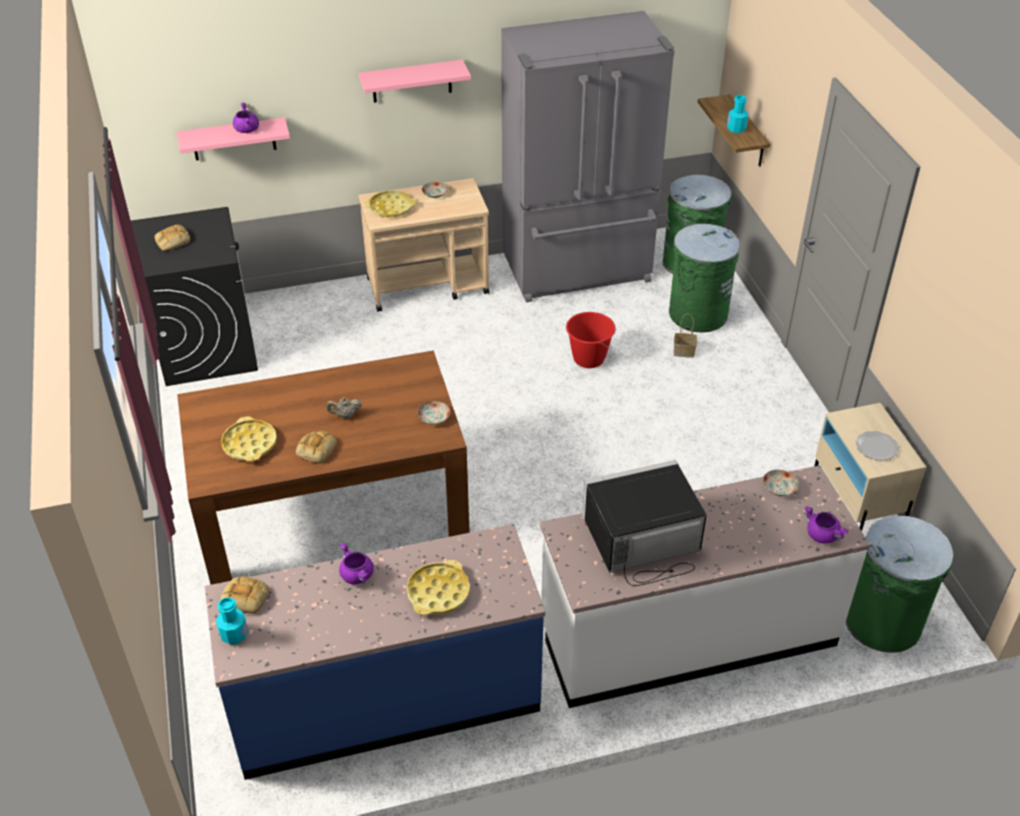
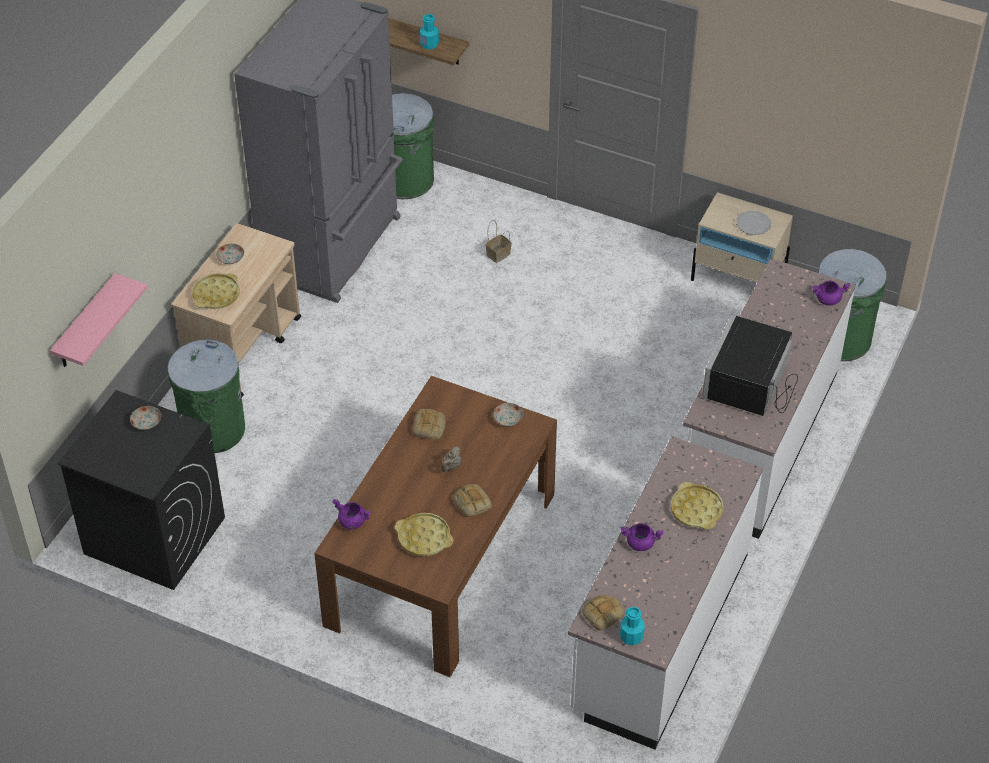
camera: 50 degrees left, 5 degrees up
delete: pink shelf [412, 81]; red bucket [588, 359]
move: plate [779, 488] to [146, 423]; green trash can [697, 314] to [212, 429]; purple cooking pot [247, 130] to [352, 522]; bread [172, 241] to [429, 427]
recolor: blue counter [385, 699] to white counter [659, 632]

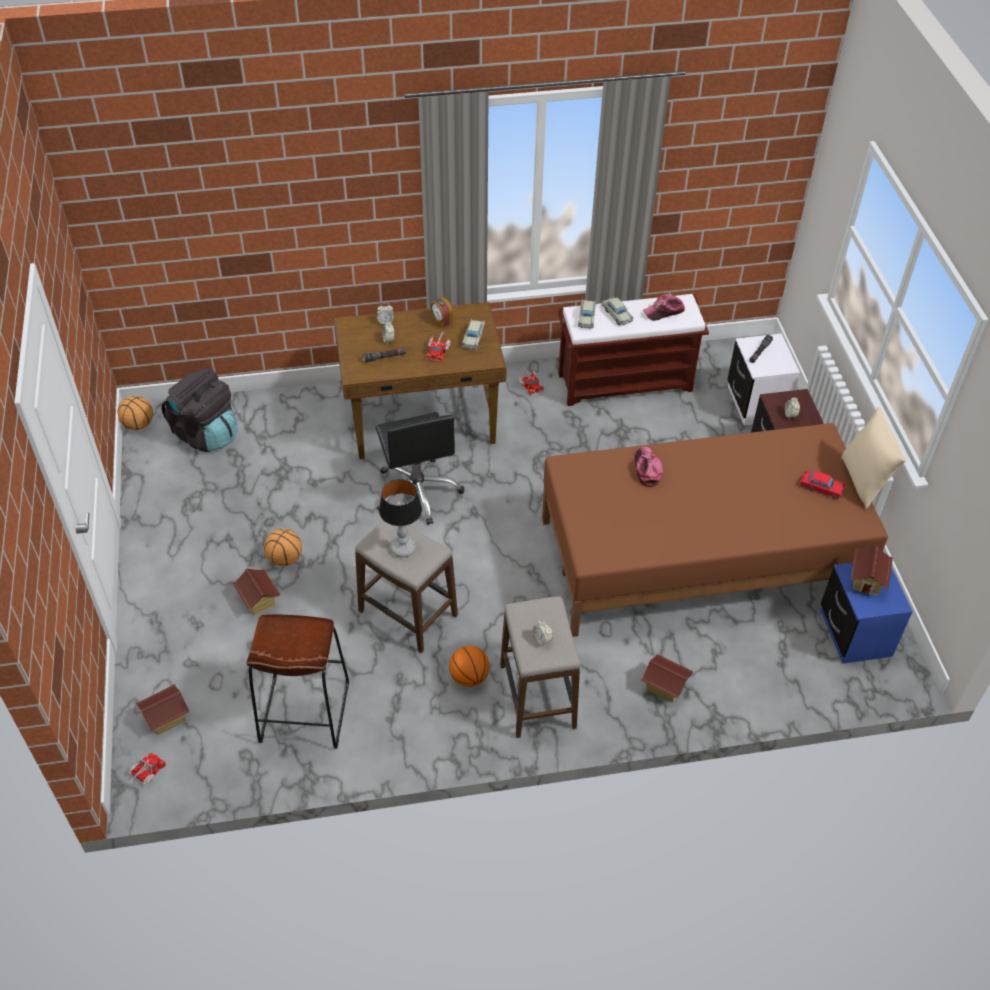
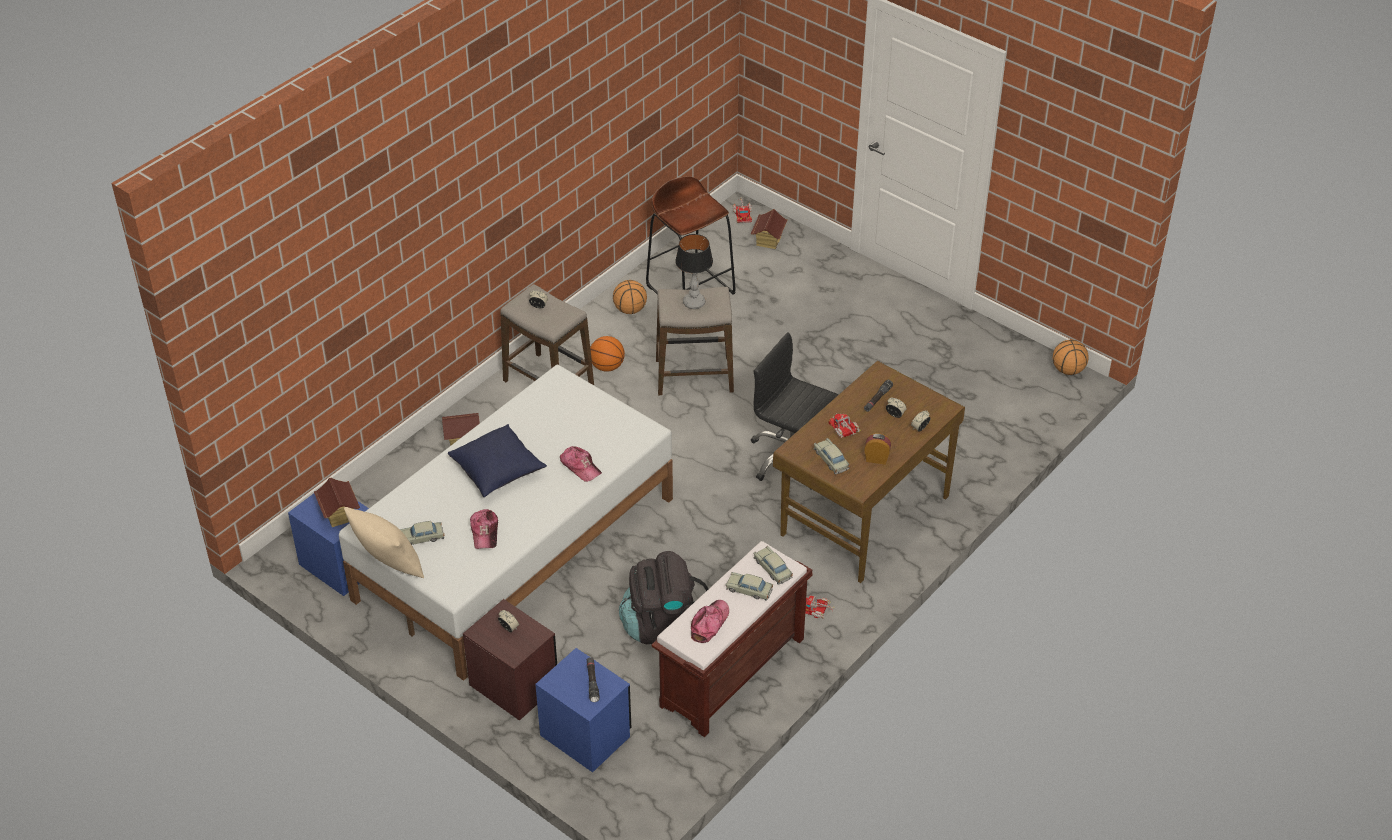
camera: 140 degrees right, 5 degrees down
delete: toy house [258, 601]
insert: blue pillow [498, 471]; cap [485, 532]
move: basketball [284, 559] to [630, 309]; black backpack [206, 434] to [663, 626]
recolor: brown bed [701, 557] to white bed [513, 548]; red toy car [821, 488] to beige toy car [422, 538]; white nightstand [756, 403] to blue nightstand [585, 735]

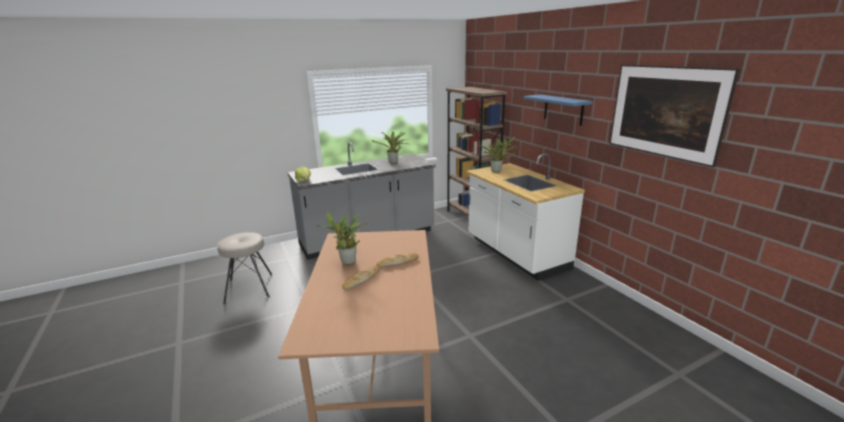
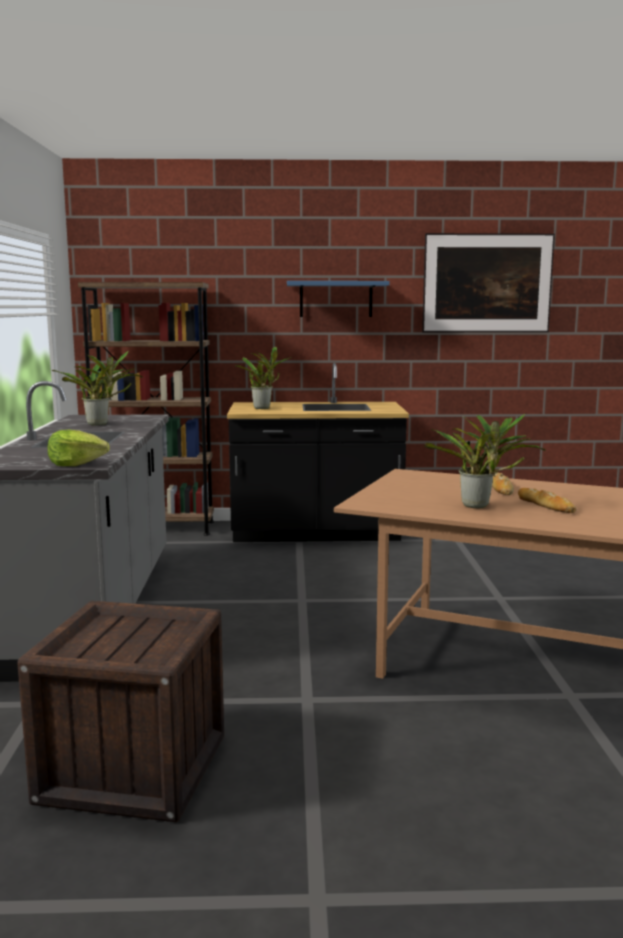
camera: 65 degrees left, 10 degrees down
replace: beige stool [249, 288] to crate [133, 768]
recolor: white counter [515, 253] to black counter [316, 533]

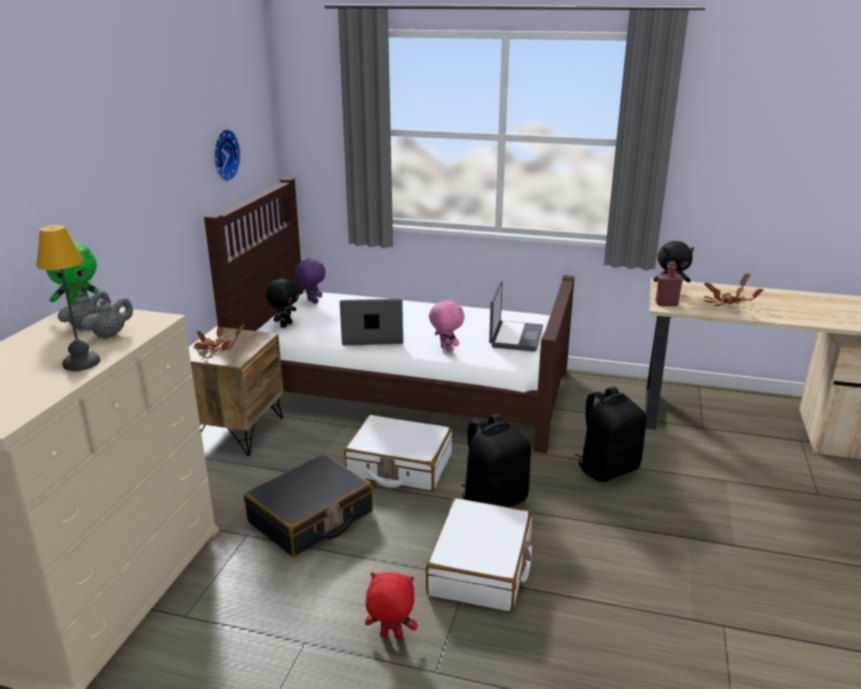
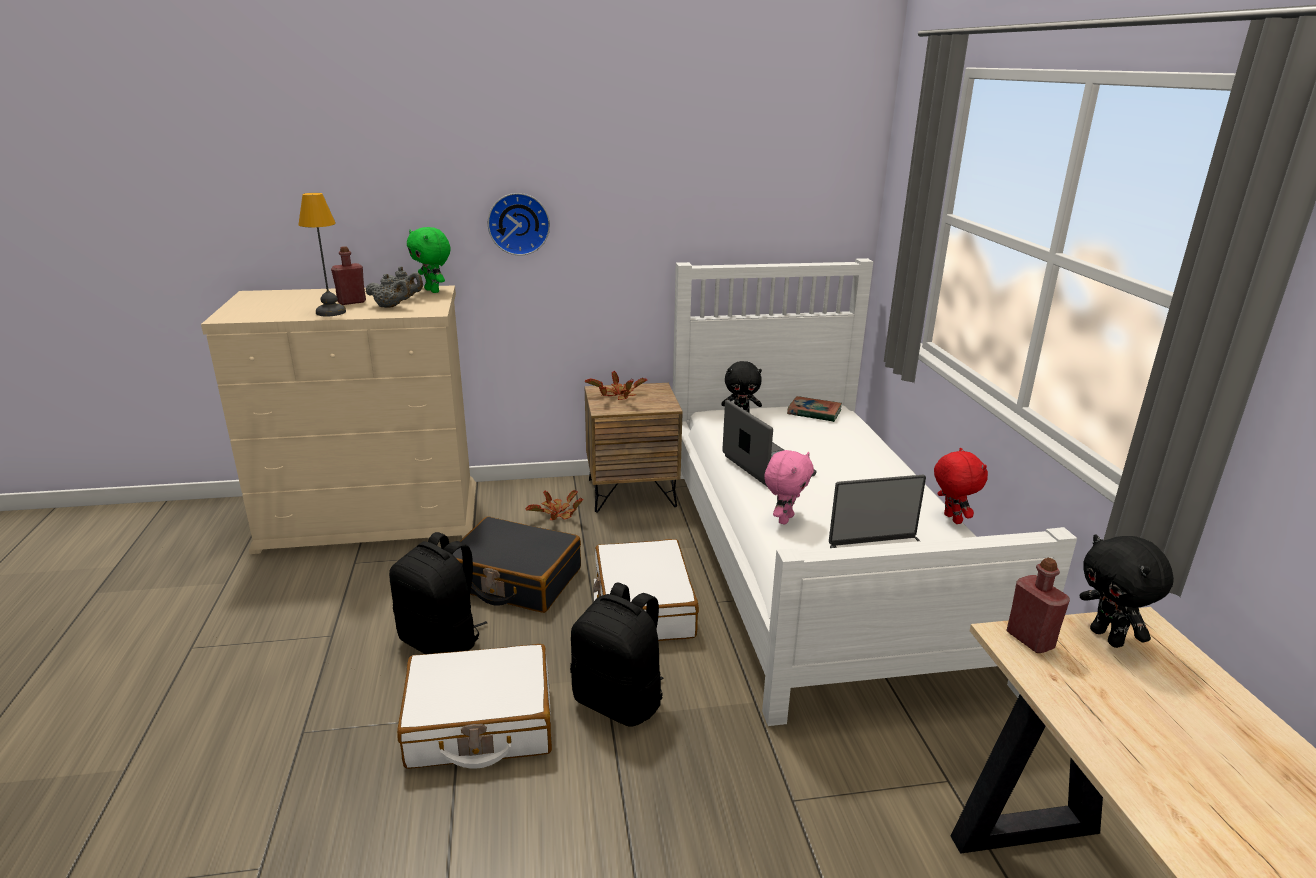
camera: 65 degrees right, 0 degrees up
insert: red bottle [351, 302]
move: black backpack [608, 468] to [442, 641]; wall clock [223, 155] to [518, 223]; potted plant [725, 303] to [557, 515]; red plush toy [391, 637] to [951, 519]
replace: purple plush toy [312, 302] to book [814, 412]
recolor: brown bed [403, 388] to white bed [814, 560]

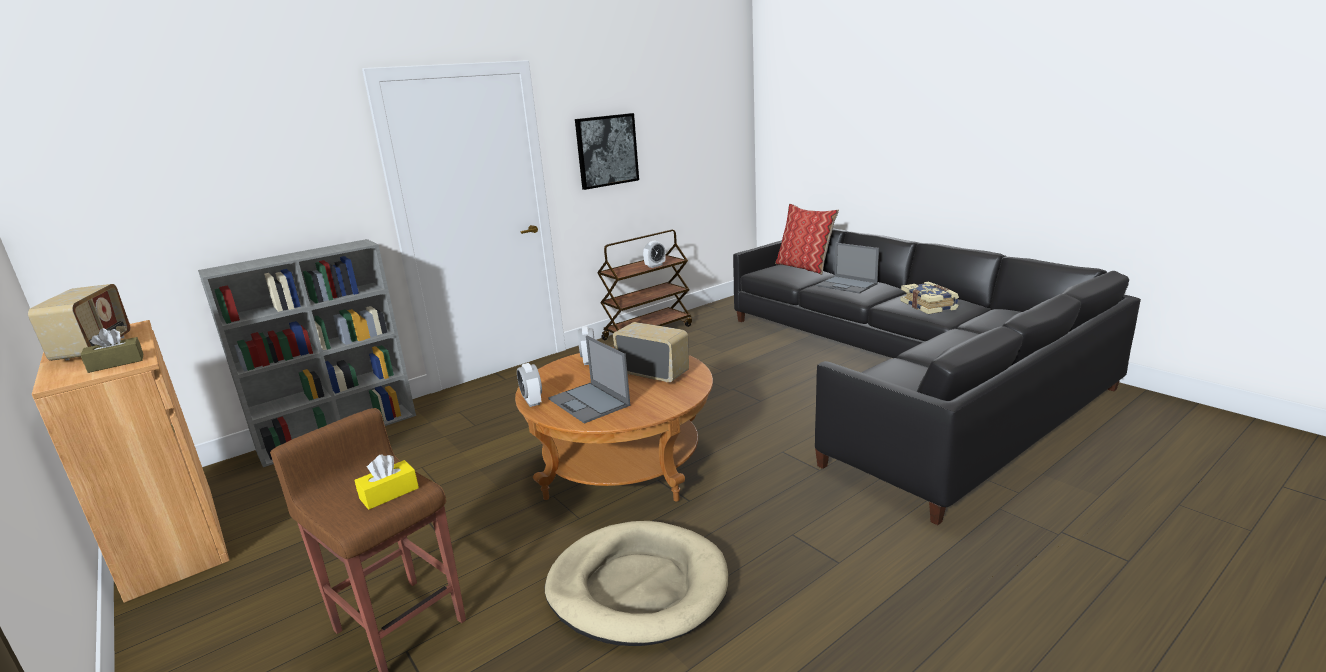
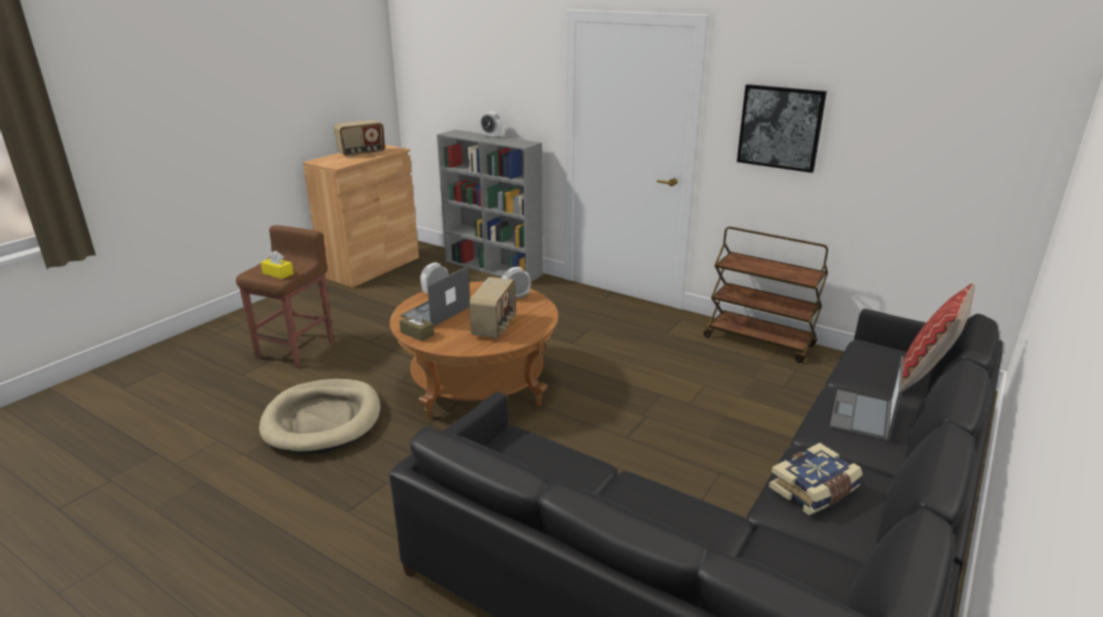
camera: 70 degrees right, 5 degrees up
move: brown tissue box [116, 363] to [417, 334]; alarm clock [655, 266] to [491, 137]

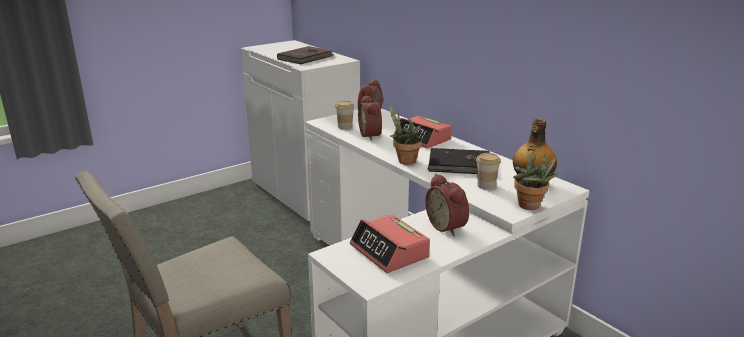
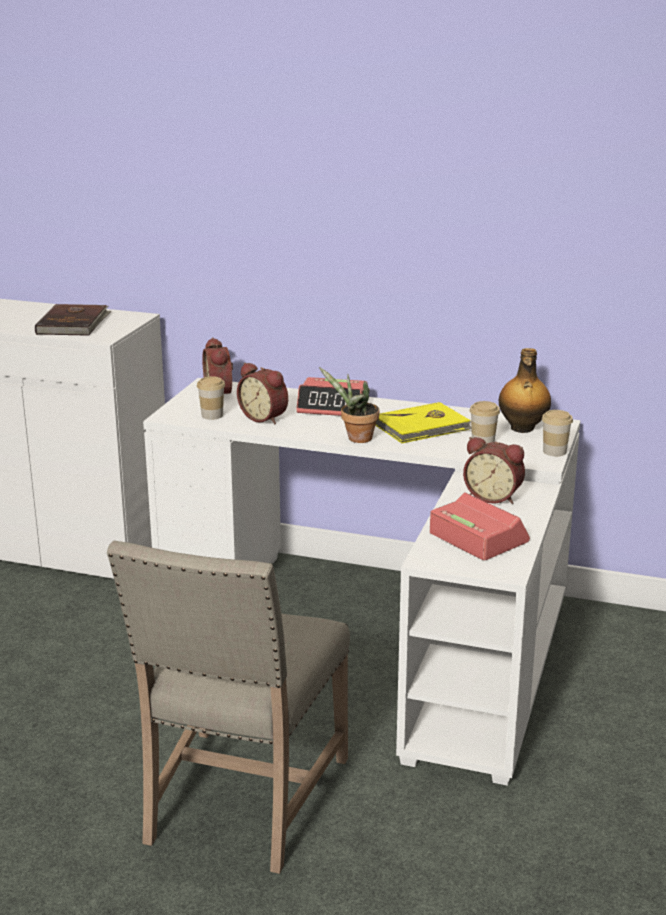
camera: 35 degrees left, 0 degrees up
replace: potted plant [531, 207] to cup [554, 451]
recolor: black book [460, 165] to yellow book [423, 427]
rotate: alarm clock [389, 252] = [477, 538] 150 degrees counterclockwise

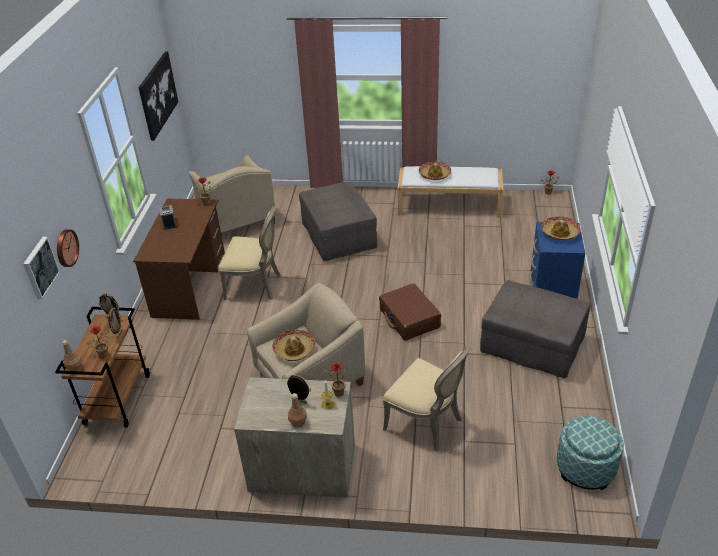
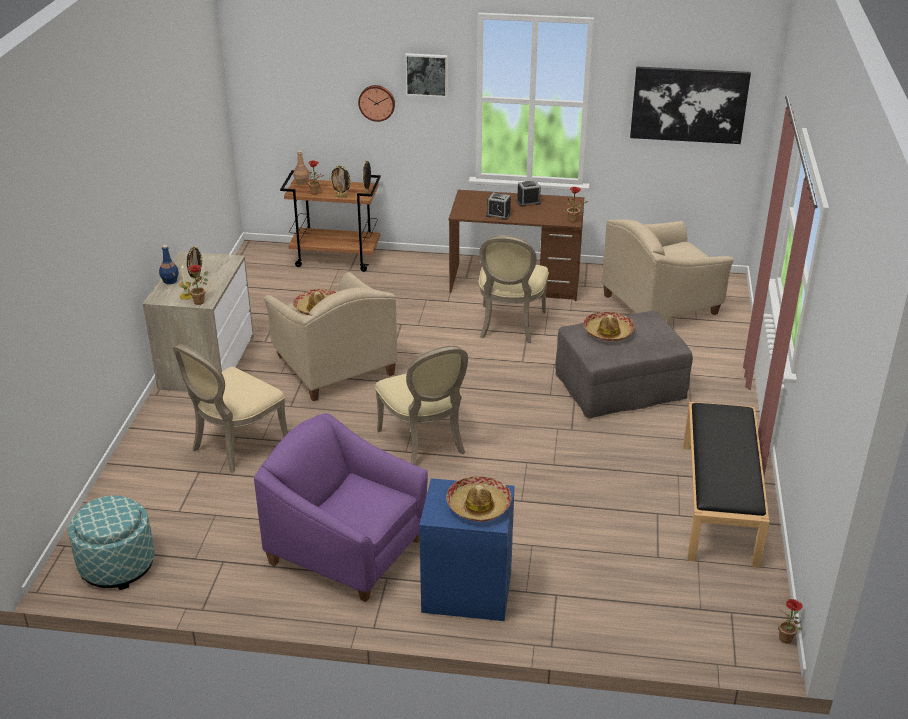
camera: 90 degrees right, 5 degrees down
insert: alarm clock [498, 215]
move: picture [39, 267] to [426, 74]; hat [434, 174] to [608, 332]
replace: grey ottoman [531, 345] to purple armchair [347, 550]; brown suitcase [409, 319] to beige chair [425, 442]
recolor: brown bottle [298, 422] to blue bottle [170, 281]; white bench [450, 205] to black bench [720, 503]

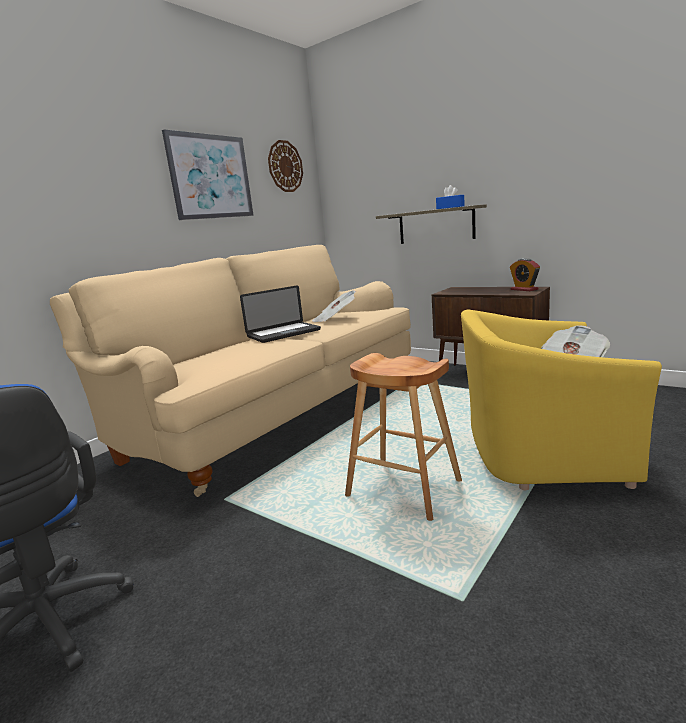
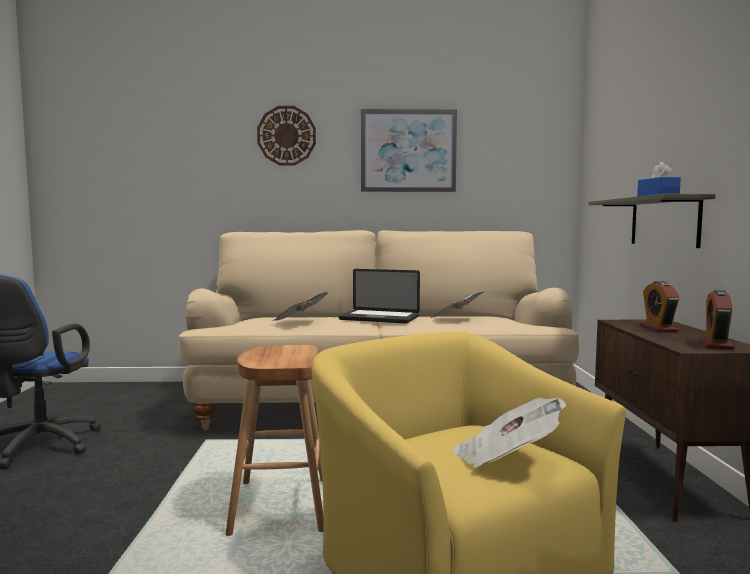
camera: 50 degrees right, 10 degrees down
insert: newspaper [300, 322]; alarm clock [658, 328]
move: wall clock [285, 166] to [286, 136]

